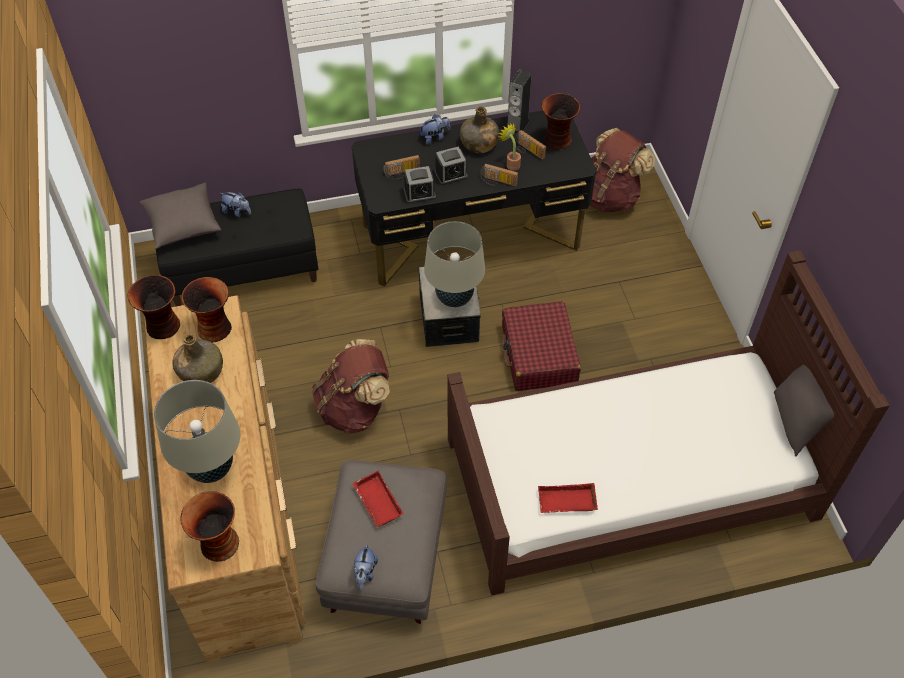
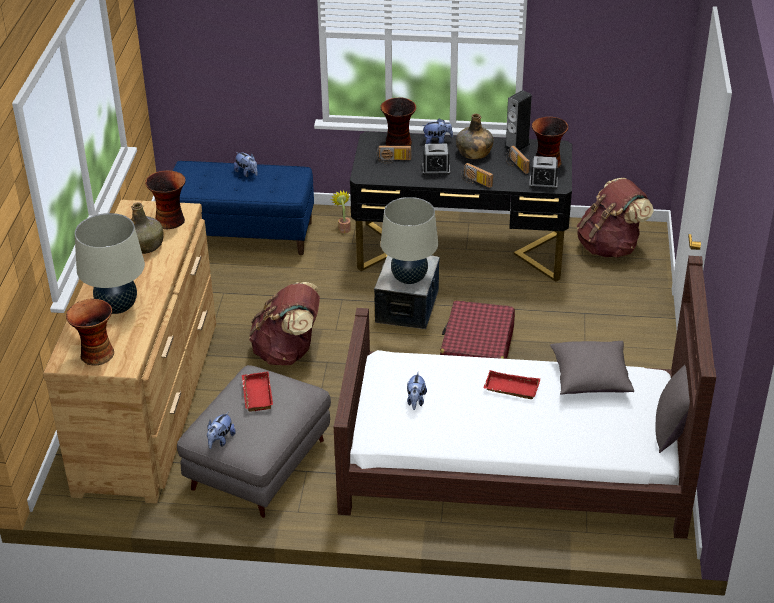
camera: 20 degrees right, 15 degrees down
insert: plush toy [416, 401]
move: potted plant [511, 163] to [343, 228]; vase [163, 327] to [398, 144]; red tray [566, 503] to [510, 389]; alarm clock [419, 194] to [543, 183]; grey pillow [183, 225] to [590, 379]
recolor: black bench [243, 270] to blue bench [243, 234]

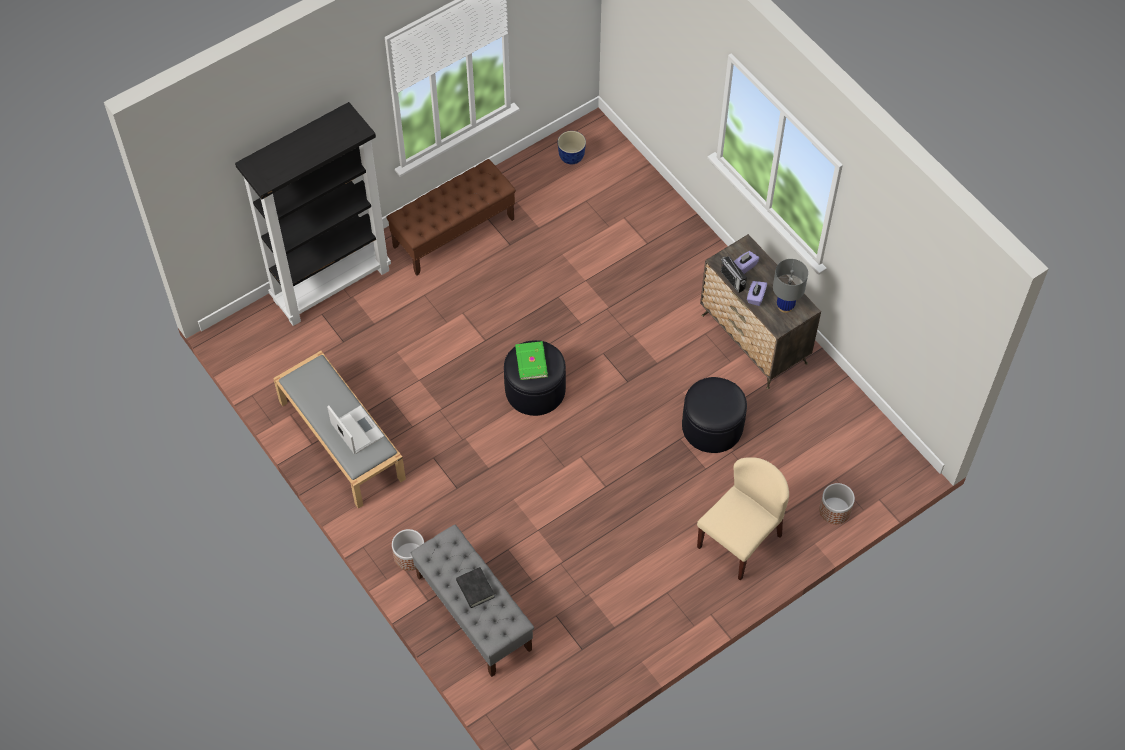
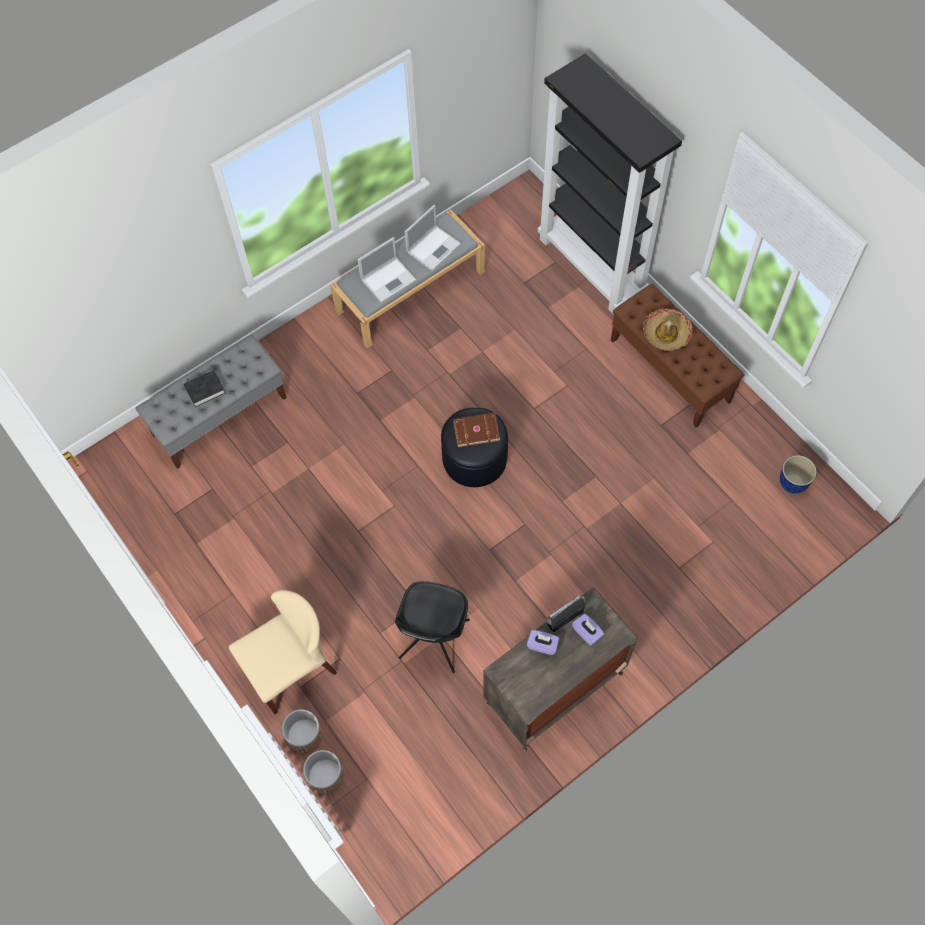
camera: 90 degrees right, 5 degrees up
delete: grey table lamp [785, 306]
insert: laptop [434, 247]; hat [666, 333]
move: planter [410, 557] to [304, 735]
replace: black ottoman [712, 427] to black chair [433, 640]
recolor: green book [530, 362] to brown book [476, 430]
rotate: beige chair [739, 540] = [290, 668] 75 degrees counterclockwise

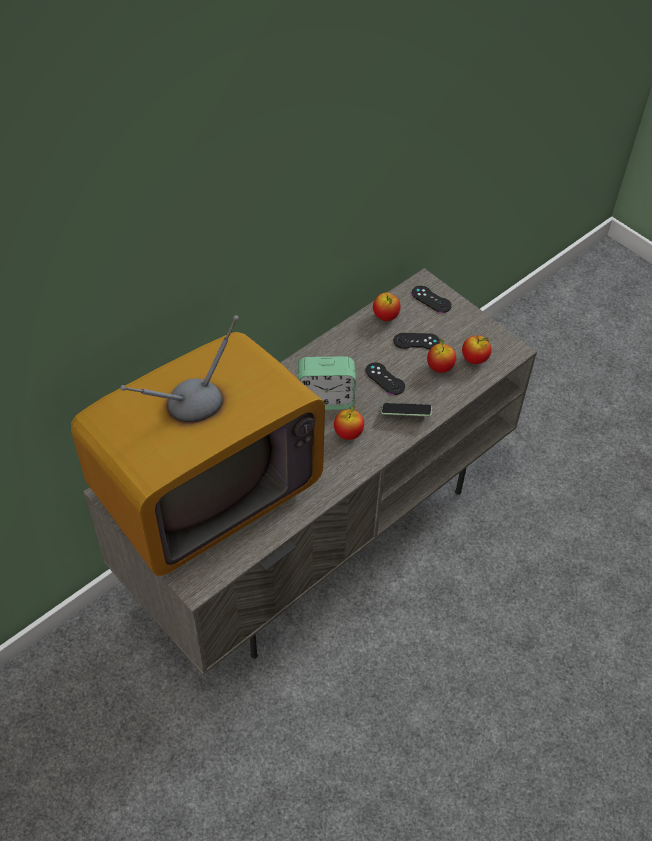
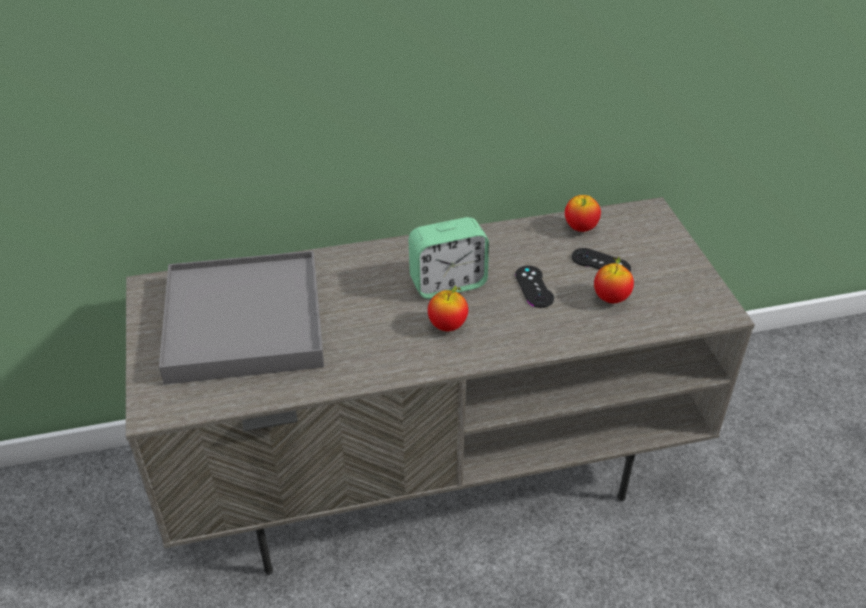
camera: 30 degrees right, 10 degrees down
delete: phone [406, 414]; black game controller [431, 299]; apple [474, 359]
replace: television [206, 490] to grey tray [245, 322]
rotate: alarm clock [325, 399] = [448, 283] 45 degrees counterclockwise

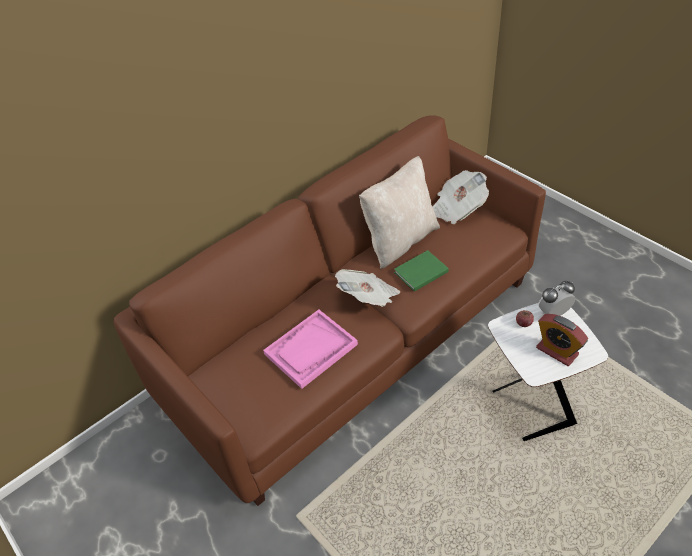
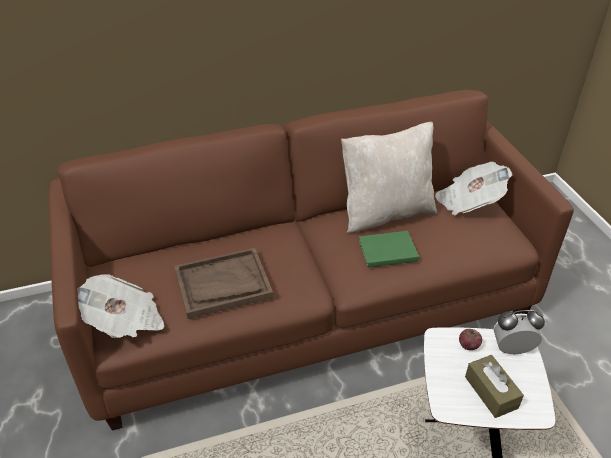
camera: 20 degrees right, 5 degrees down
move: newspaper [369, 298] to [124, 321]
replace: alarm clock [557, 351] to brown tissue box [491, 392]
recolor: pink tray [311, 349] to brown tray [223, 284]

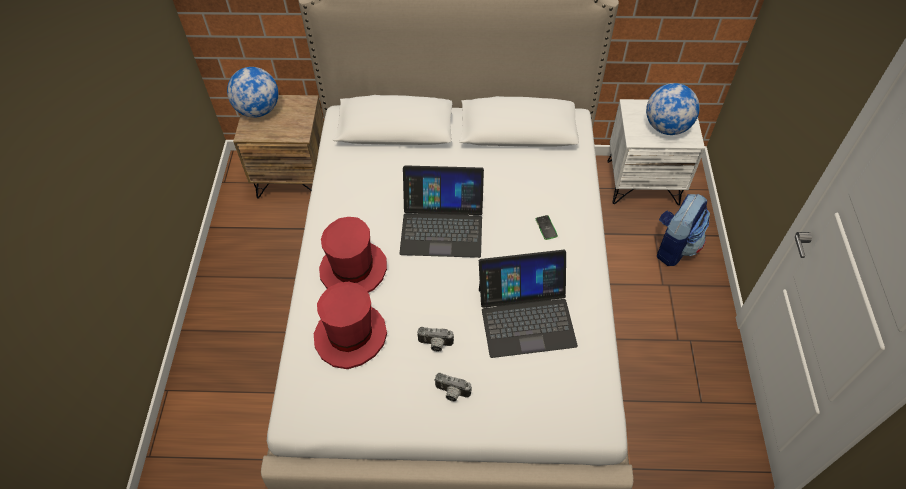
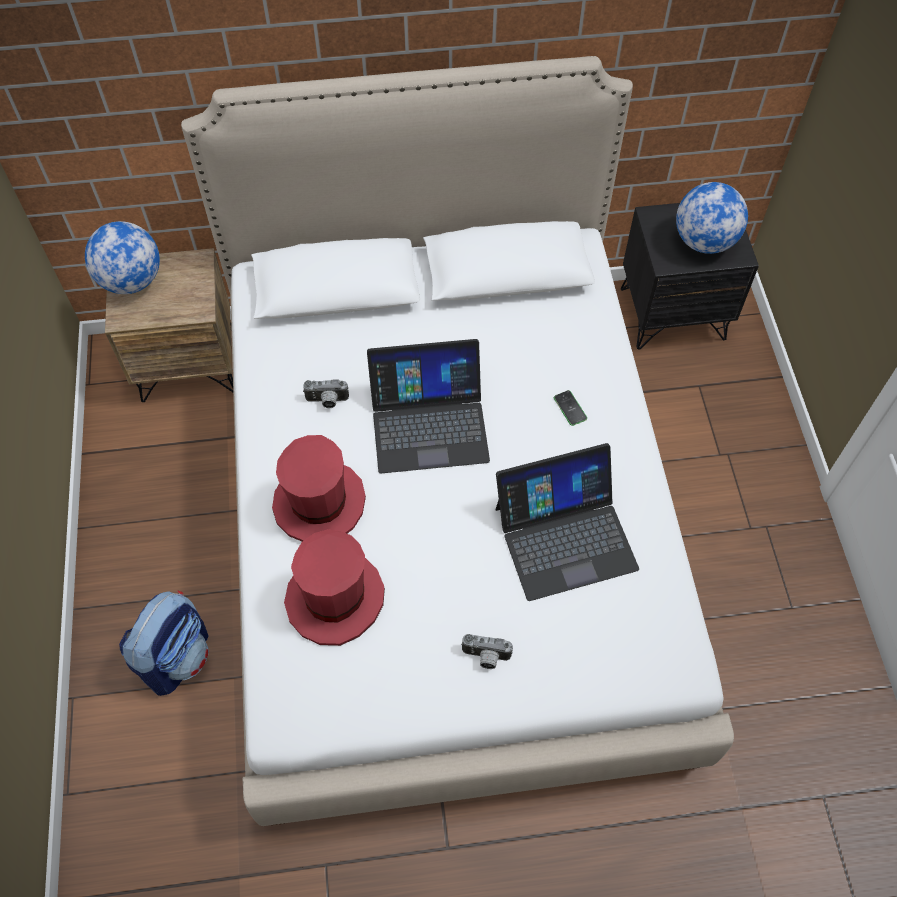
camera: 10 degrees left, 5 degrees up
move: backpack [674, 246] to [177, 656]; photo camera [435, 345] to [327, 401]
recolor: white nightstand [642, 182] to black nightstand [672, 313]

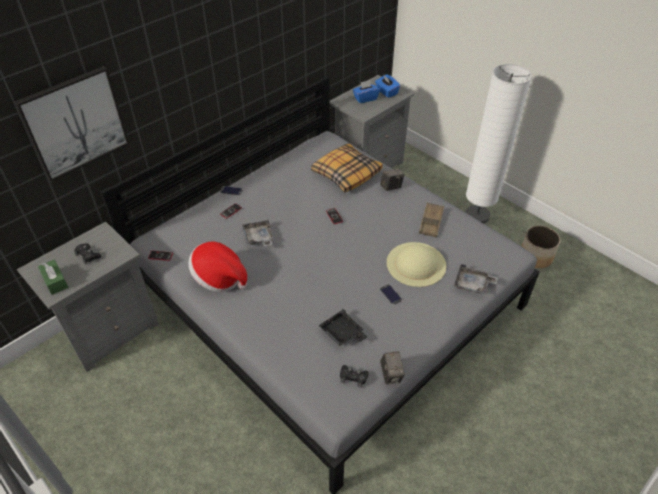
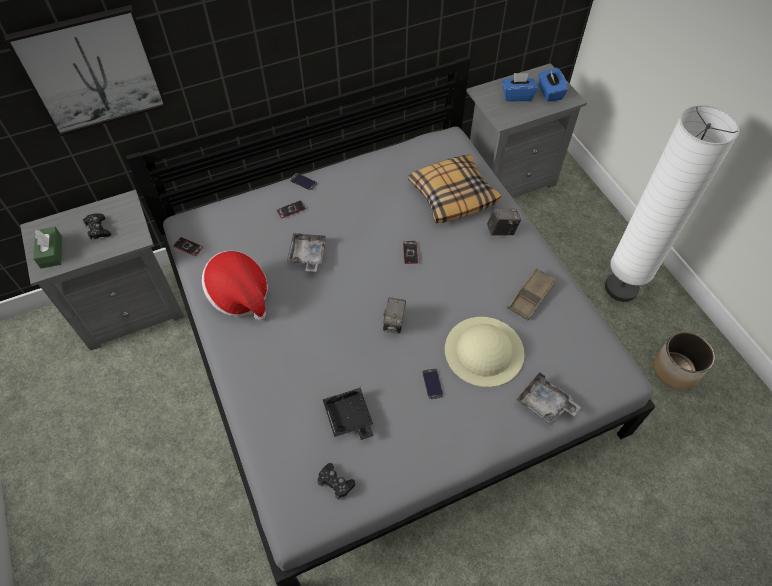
camera: 20 degrees right, 10 degrees up
move: photo camera [391, 375] to [394, 323]

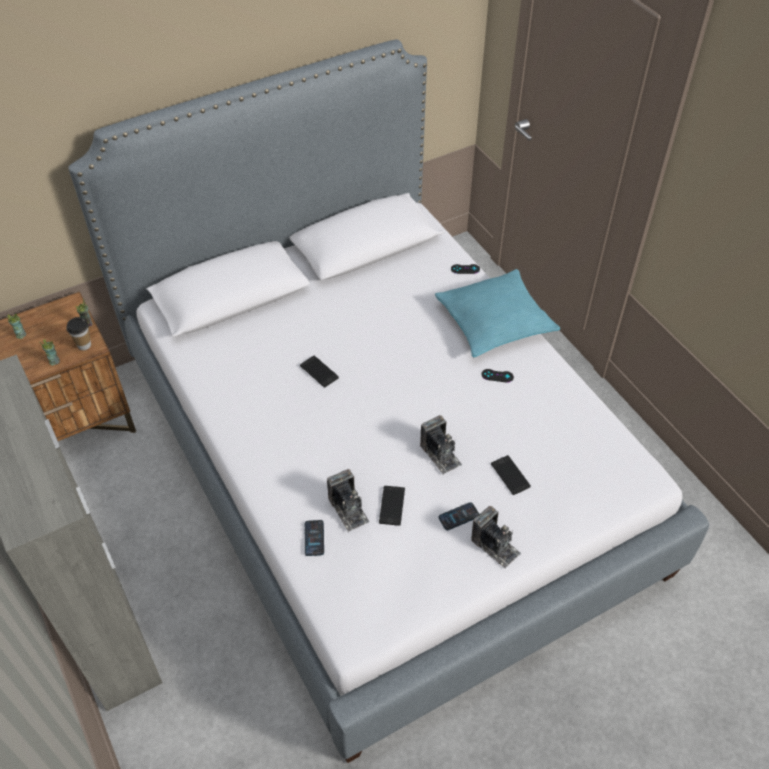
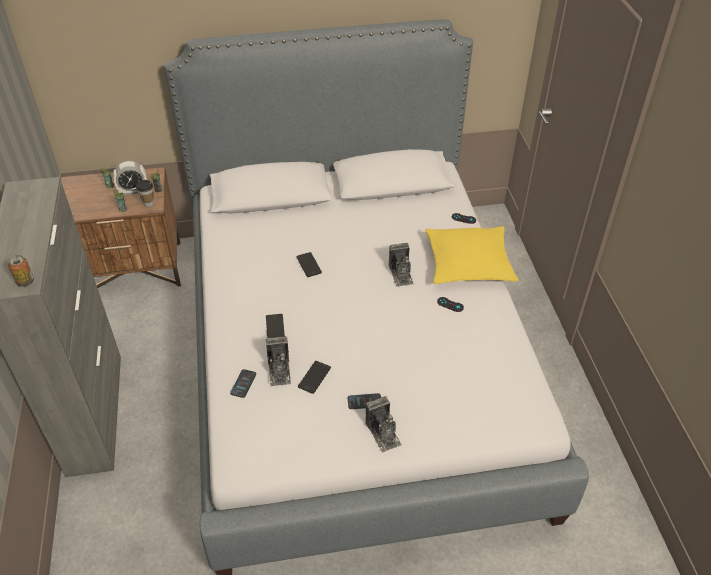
camera: 20 degrees right, 5 degrees down
insert: can [25, 281]; alarm clock [133, 191]
move: phone [510, 475] to [275, 328]; photo camera [440, 454] to [401, 274]
recolor: turquoise pillow [495, 321] to yellow pillow [468, 263]

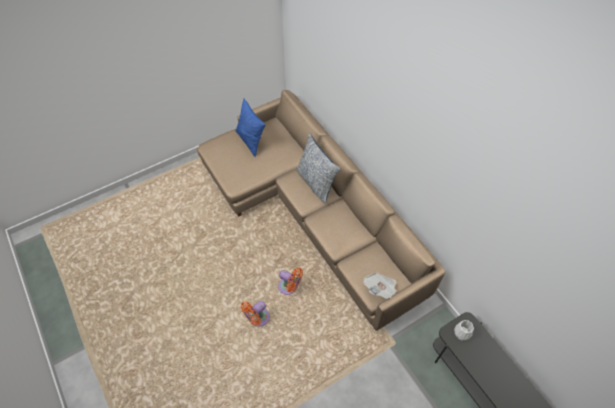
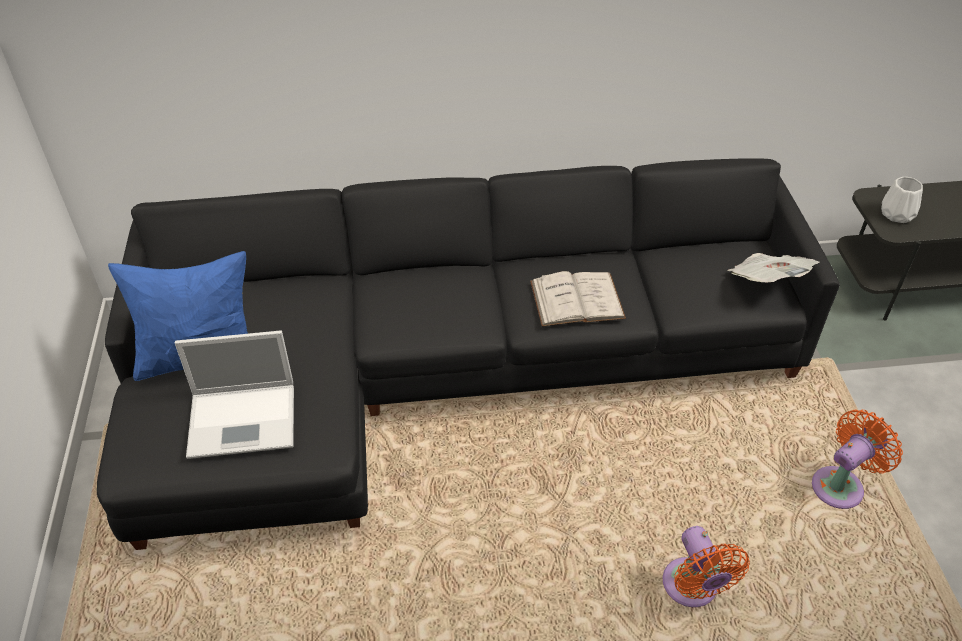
camera: 65 degrees left, 10 degrees down
delete: pillow [316, 183]
insert: laptop [245, 420]; white book [577, 299]
move: orange fan [289, 287] to [841, 485]
recolor: beige sofa [311, 211] to black sofa [439, 373]

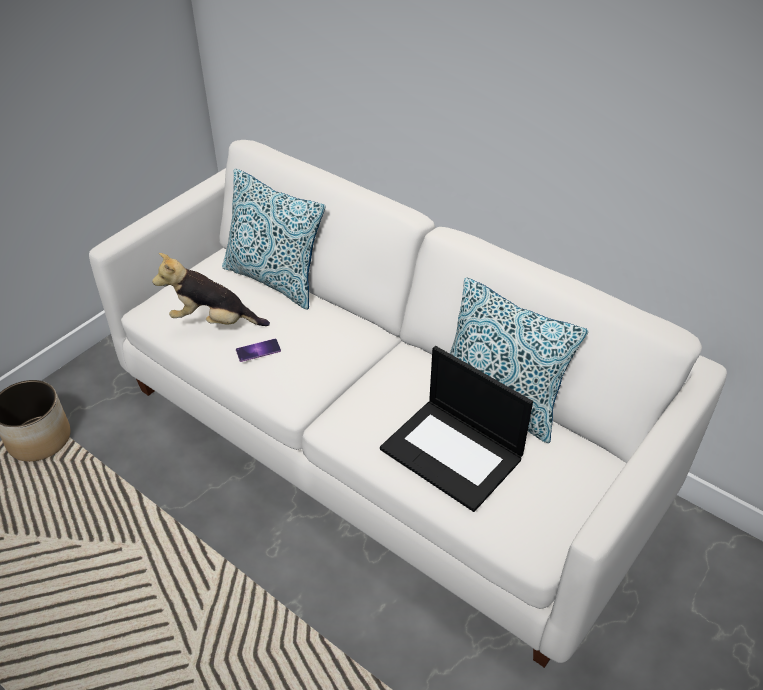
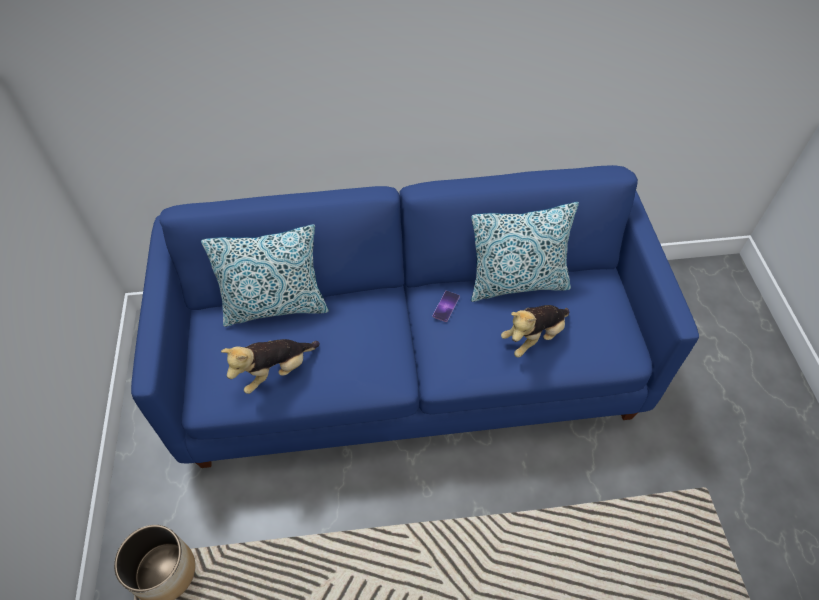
camera: 45 degrees left, 10 degrees up
move: phone [258, 350] to [446, 306]
replace: laptop [453, 453] to plush toy [533, 337]
recolor: white sofa [383, 442] to blue sofa [410, 364]

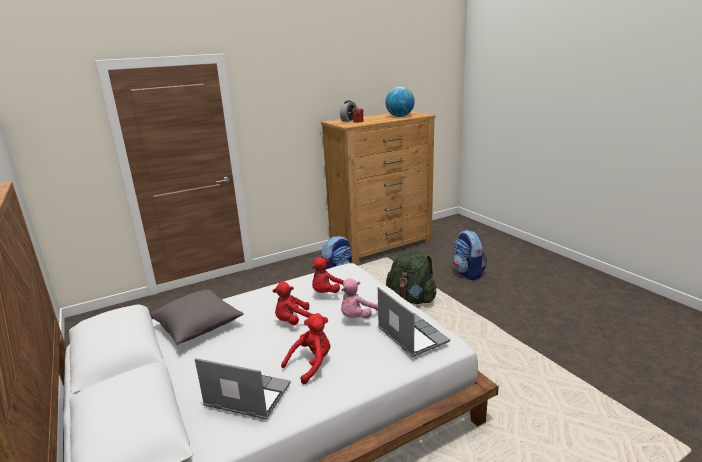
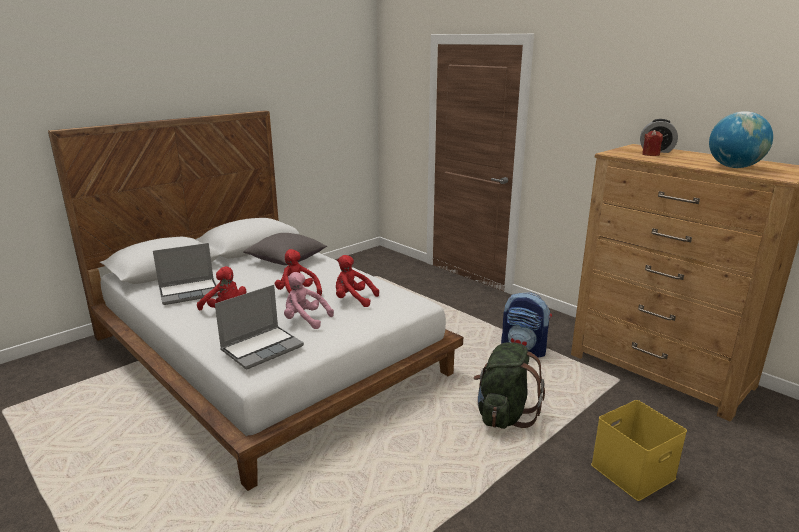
camera: 75 degrees right, 0 degrees up
replace: backpack [468, 273] to yellow storage box [633, 473]
rotate: laptop [246, 396] = [190, 292] 60 degrees clockwise

